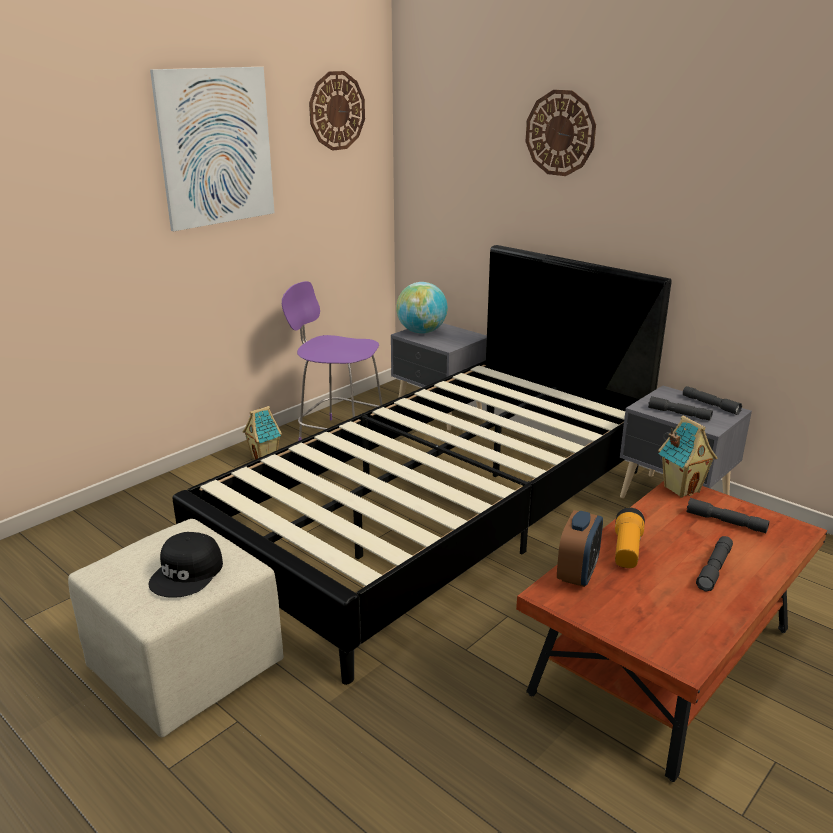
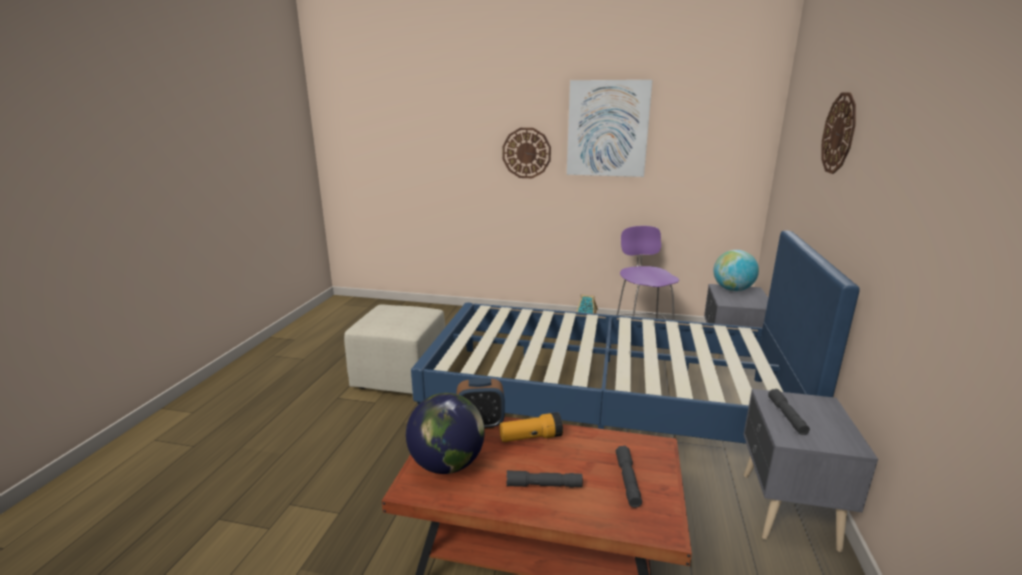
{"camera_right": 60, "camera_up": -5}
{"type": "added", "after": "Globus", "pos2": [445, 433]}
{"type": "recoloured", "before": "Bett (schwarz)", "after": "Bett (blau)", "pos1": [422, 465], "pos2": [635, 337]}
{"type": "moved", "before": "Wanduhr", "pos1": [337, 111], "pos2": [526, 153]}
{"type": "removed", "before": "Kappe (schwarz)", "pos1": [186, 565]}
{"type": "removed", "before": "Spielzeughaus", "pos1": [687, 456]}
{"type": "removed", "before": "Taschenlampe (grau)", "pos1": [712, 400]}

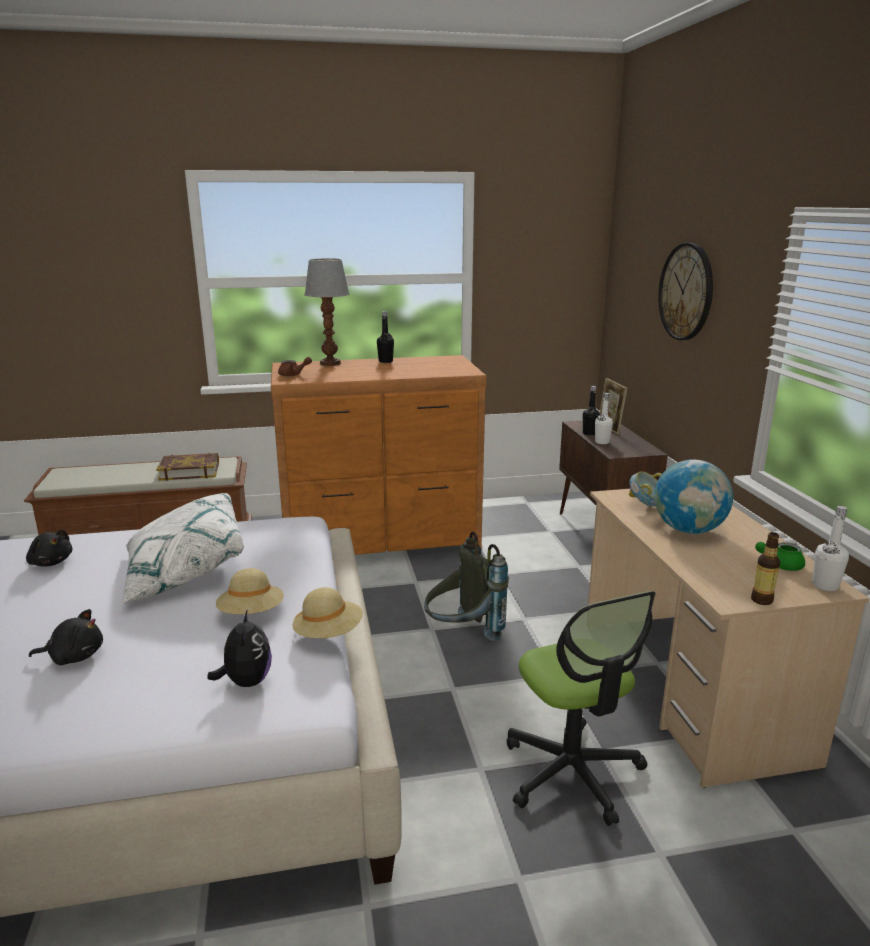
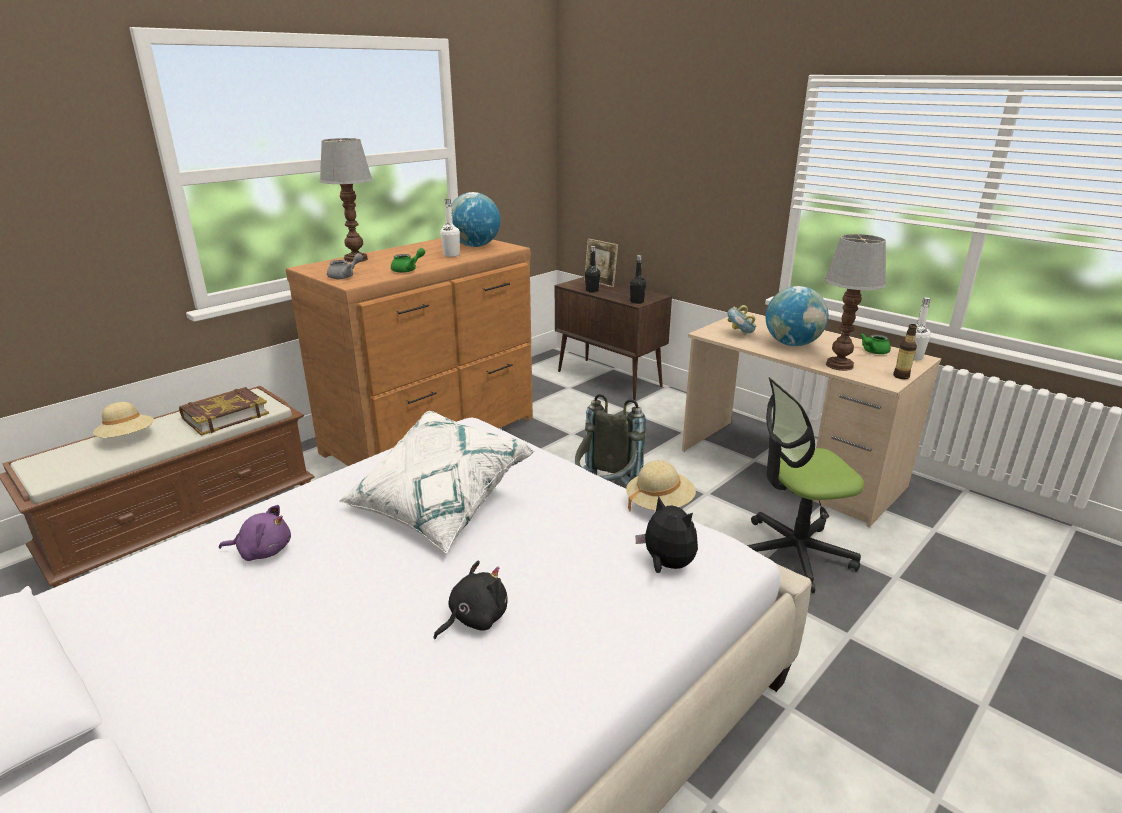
{"camera_right": -35, "camera_up": 5}
{"type": "moved", "before": "Hut (beige)", "pos1": [250, 591], "pos2": [123, 420]}
{"type": "recoloured", "before": "Plüschtier (schwarz)", "after": "Plüschtier (lila)", "pos1": [49, 548], "pos2": [255, 533]}
{"type": "recoloured", "before": "Teekanne (braun)", "after": "Teekanne (grau)", "pos1": [295, 366], "pos2": [345, 266]}
{"type": "added", "after": "Teekanne (grün)", "pos2": [408, 260]}
{"type": "moved", "before": "Flasche (weiß)", "pos1": [604, 418], "pos2": [450, 227]}
{"type": "added", "after": "Globus", "pos2": [475, 219]}
{"type": "moved", "before": "Flasche (schwarz)", "pos1": [385, 337], "pos2": [638, 279]}
{"type": "turned", "before": "Bürostuhl", "pos1": [581, 708], "pos2": [805, 485], "turn": 135}
{"type": "added", "after": "Tischlampe", "pos2": [855, 302]}
{"type": "removed", "before": "Wanduhr", "pos1": [685, 291]}

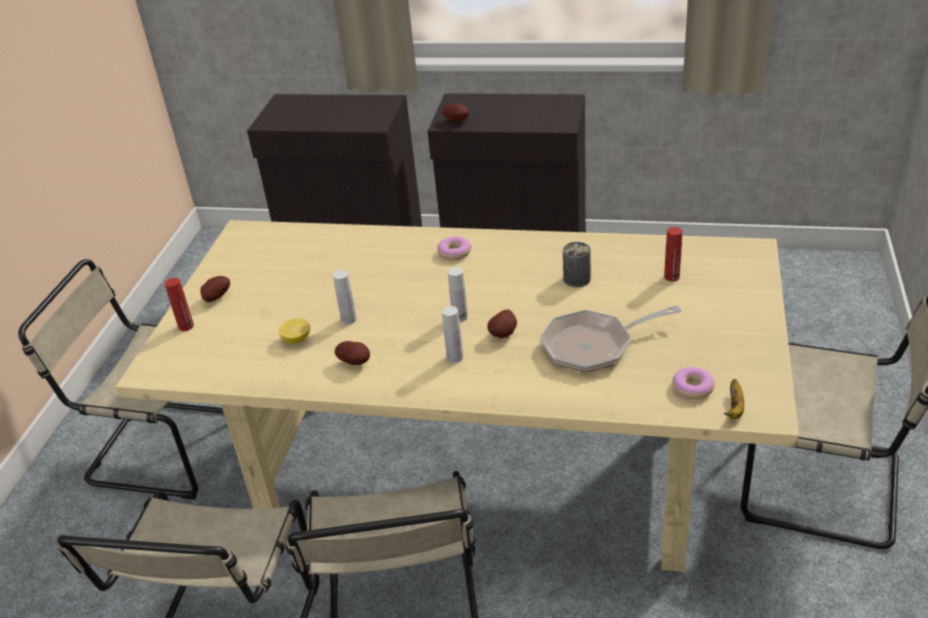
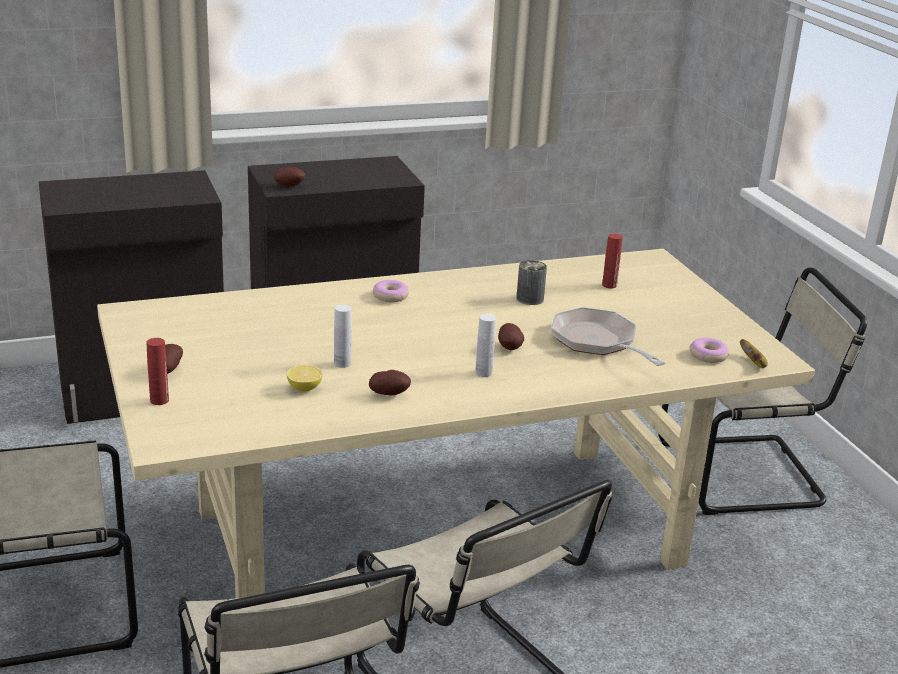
{"camera_right": -35, "camera_up": -10}
{"type": "turned", "before": "Pfanne", "pos1": [611, 338], "pos2": [608, 336], "turn": 105}
{"type": "removed", "before": "Flasche (weiß)", "pos1": [458, 294]}

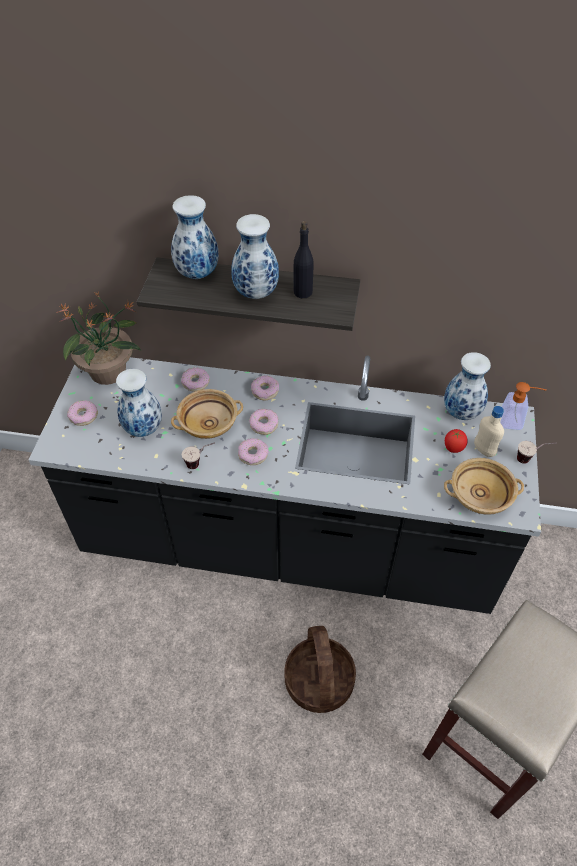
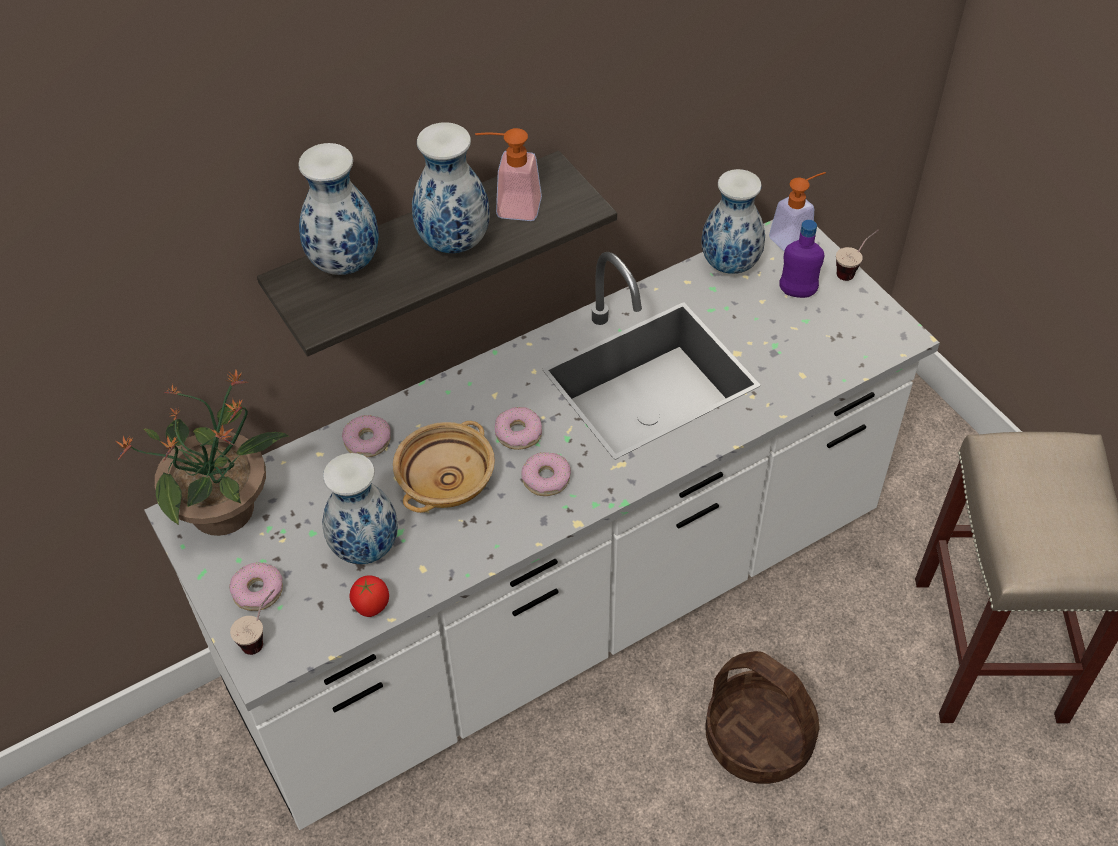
{"camera_right": -40, "camera_up": 0}
{"type": "recoloured", "before": "Küchenzeile (schwarz)", "after": "Küchenzeile (weiß)", "pos1": [285, 485], "pos2": [542, 525]}
{"type": "moved", "before": "Tasse", "pos1": [198, 456], "pos2": [252, 622]}
{"type": "moved", "before": "Tomate", "pos1": [456, 441], "pos2": [369, 596]}
{"type": "replaced", "before": "Flasche (schwarz)", "after": "Seifenspender", "pos1": [303, 260], "pos2": [508, 174]}
{"type": "recoloured", "before": "Flasche (beige)", "after": "Flasche (lila)", "pos1": [489, 431], "pos2": [801, 259]}
{"type": "removed", "before": "Donut", "pos1": [265, 387]}
{"type": "removed", "before": "Schüssel (beige)", "pos1": [484, 486]}

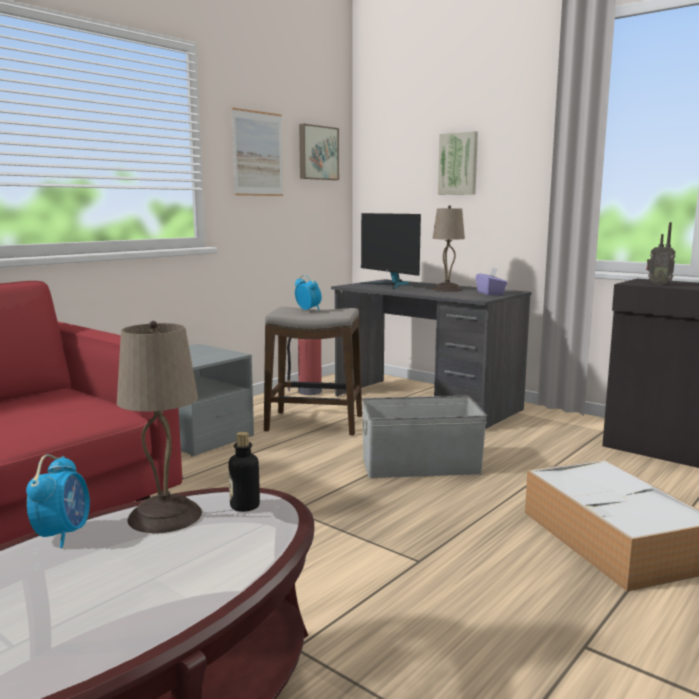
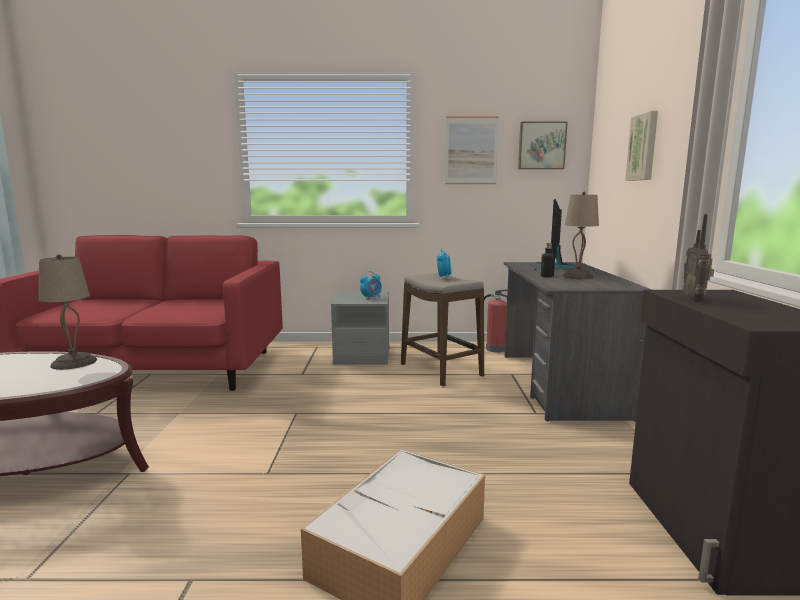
{"camera_right": 50, "camera_up": 0}
{"type": "moved", "before": "Wecker", "pos1": [58, 501], "pos2": [371, 285]}
{"type": "moved", "before": "Flasche", "pos1": [244, 472], "pos2": [548, 260]}
{"type": "removed", "before": "Aufbewahrungsbox (grau)", "pos1": [424, 437]}
{"type": "removed", "before": "Taschentuchbox (lila)", "pos1": [491, 281]}

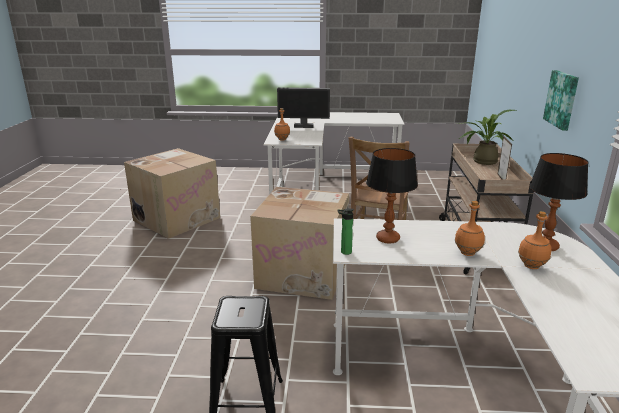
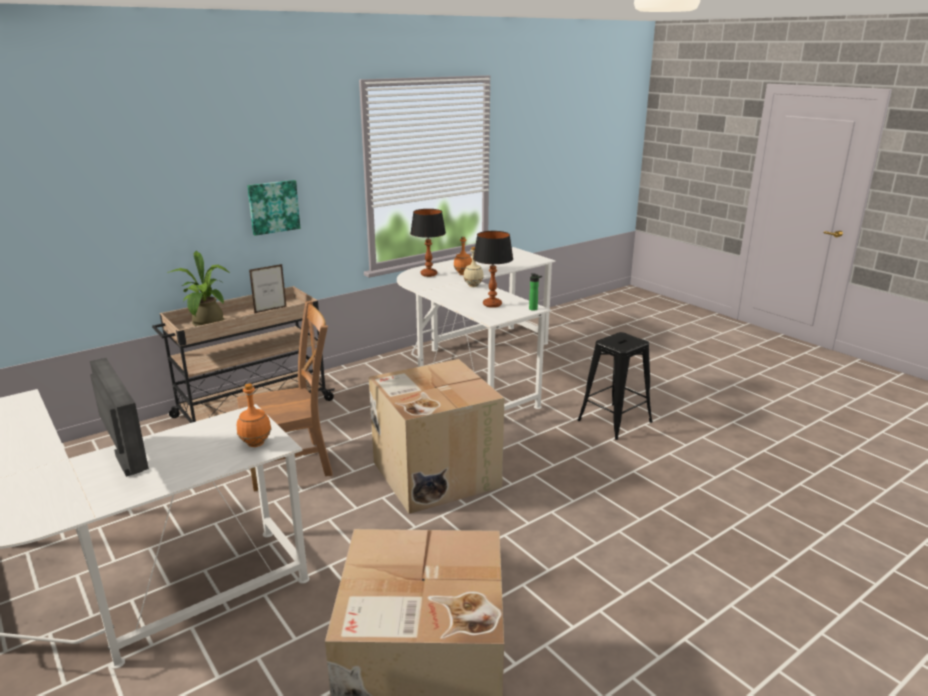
{"camera_right": -130, "camera_up": 0}
{"type": "recoloured", "before": "Flasche (orange)", "after": "Flasche (beige)", "pos1": [470, 228], "pos2": [474, 267]}

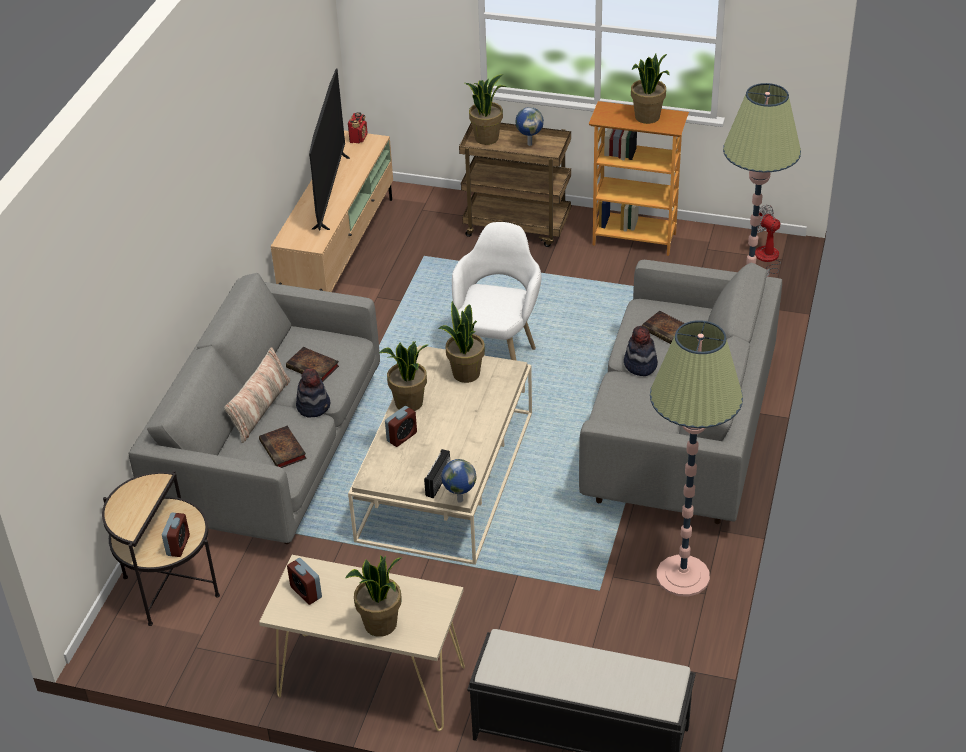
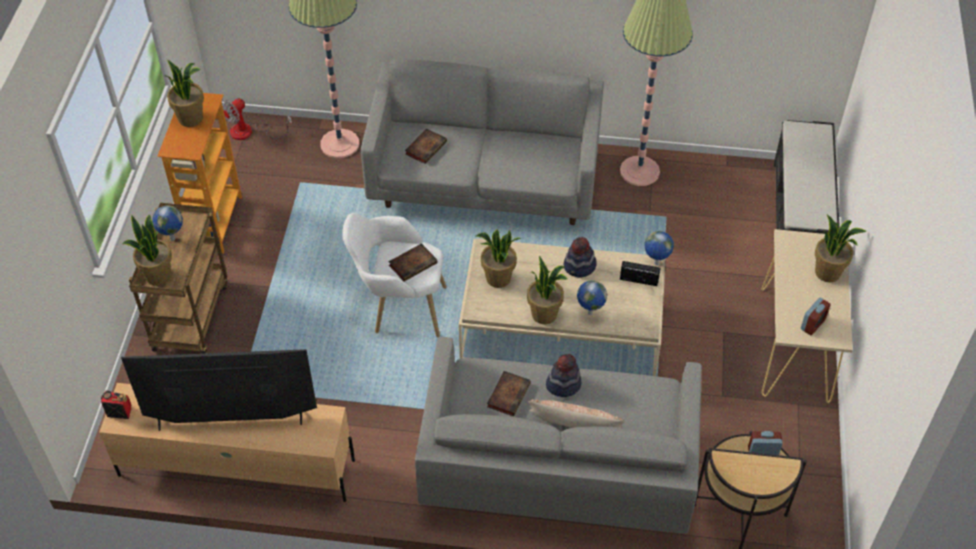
{"camera_right": -100, "camera_up": 10}
{"type": "moved", "before": "Buch", "pos1": [283, 447], "pos2": [413, 262]}
{"type": "moved", "before": "Hut", "pos1": [641, 351], "pos2": [580, 257]}
{"type": "replaced", "before": "Wecker", "after": "Globus", "pos1": [401, 426], "pos2": [592, 297]}

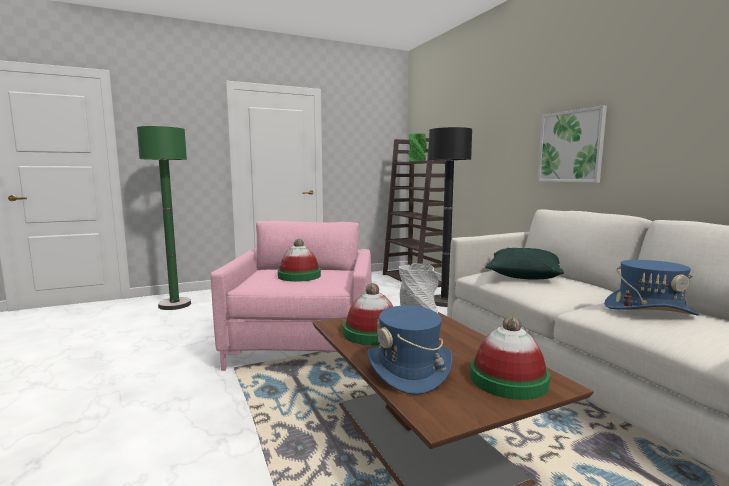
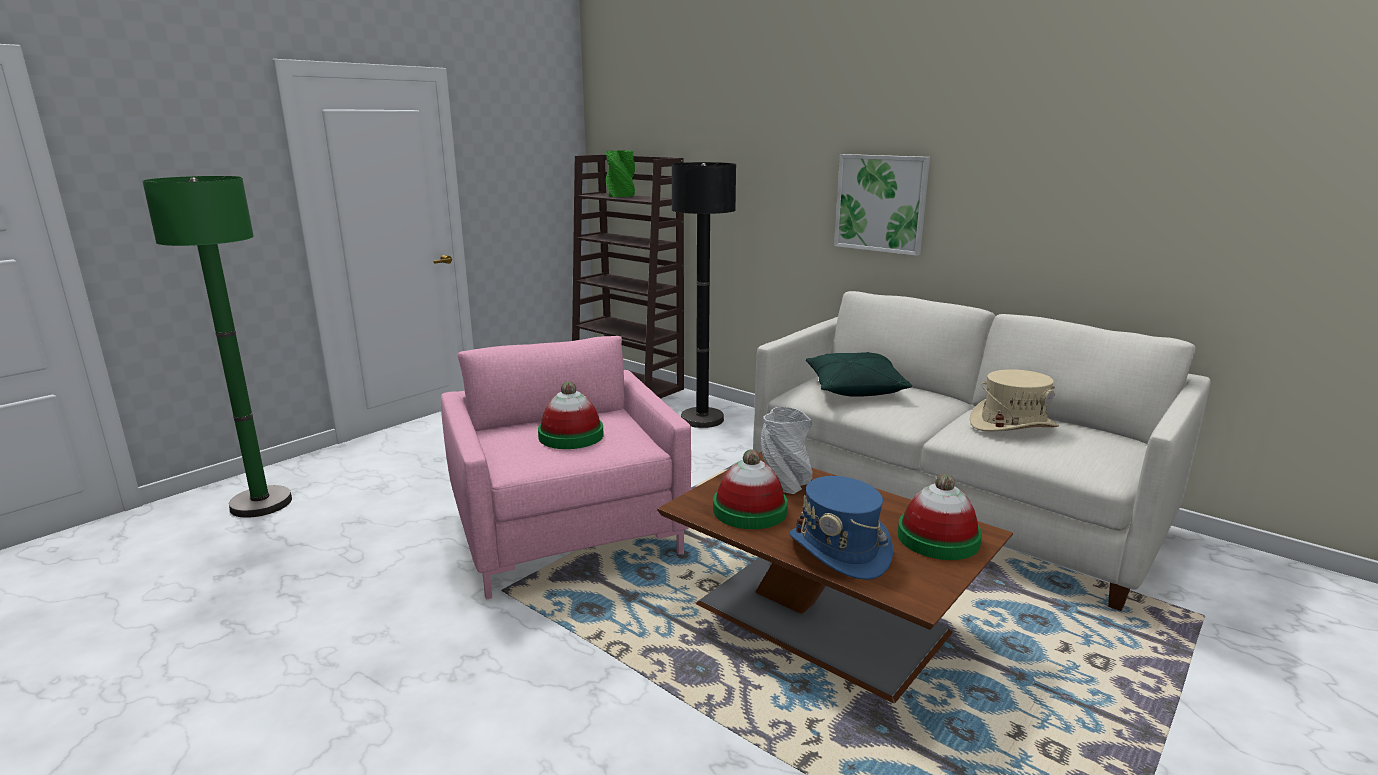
{"camera_right": -25, "camera_up": 10}
{"type": "recoloured", "before": "Hut (blau)", "after": "Hut (beige)", "pos1": [651, 288], "pos2": [1014, 401]}

